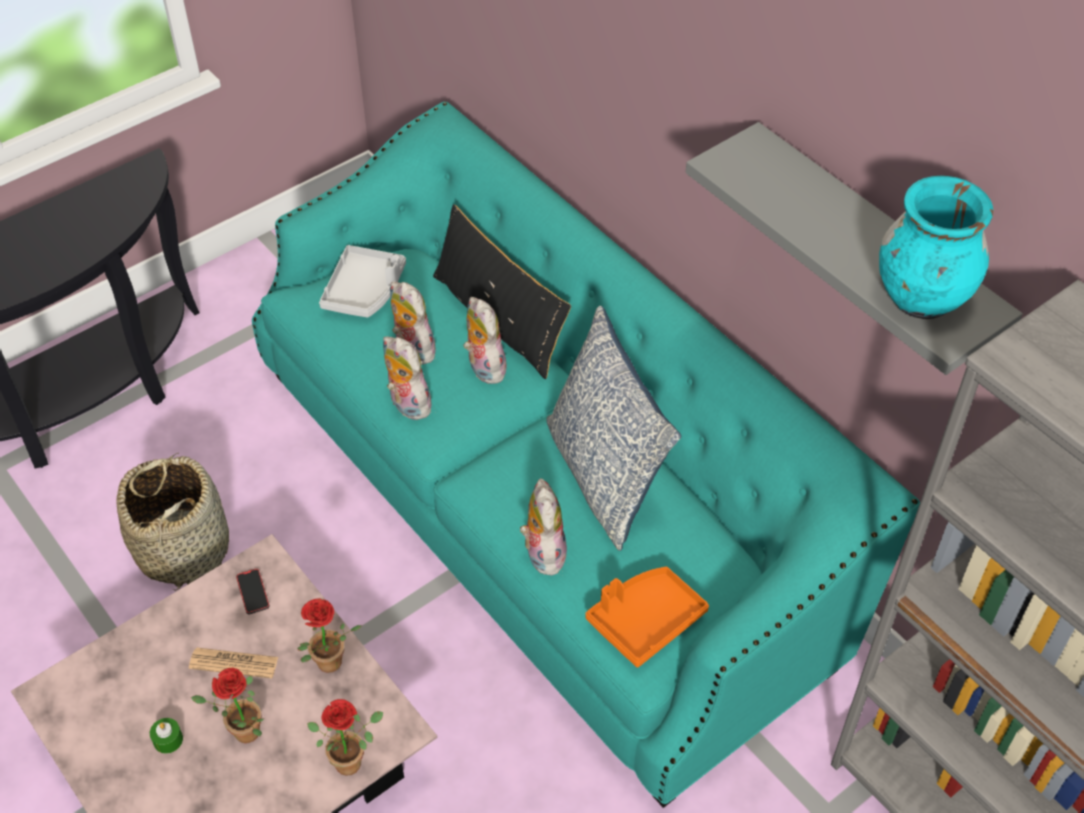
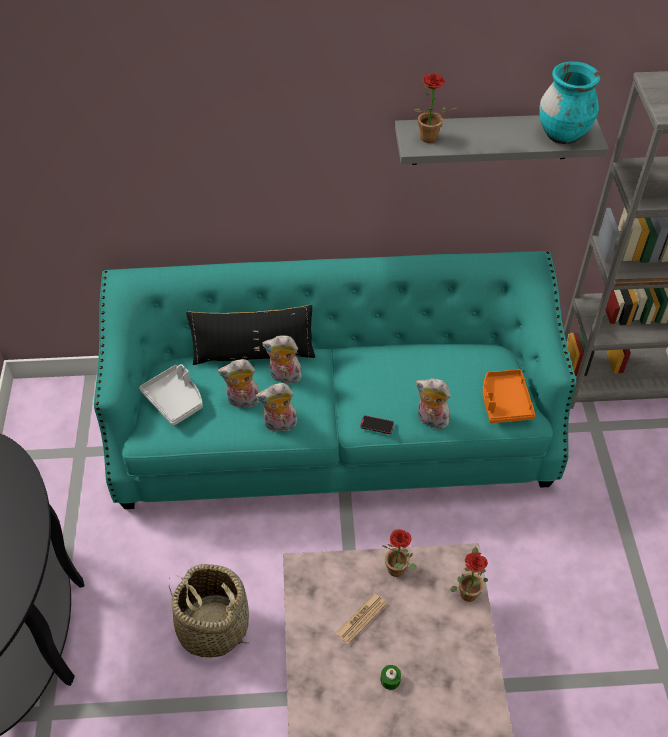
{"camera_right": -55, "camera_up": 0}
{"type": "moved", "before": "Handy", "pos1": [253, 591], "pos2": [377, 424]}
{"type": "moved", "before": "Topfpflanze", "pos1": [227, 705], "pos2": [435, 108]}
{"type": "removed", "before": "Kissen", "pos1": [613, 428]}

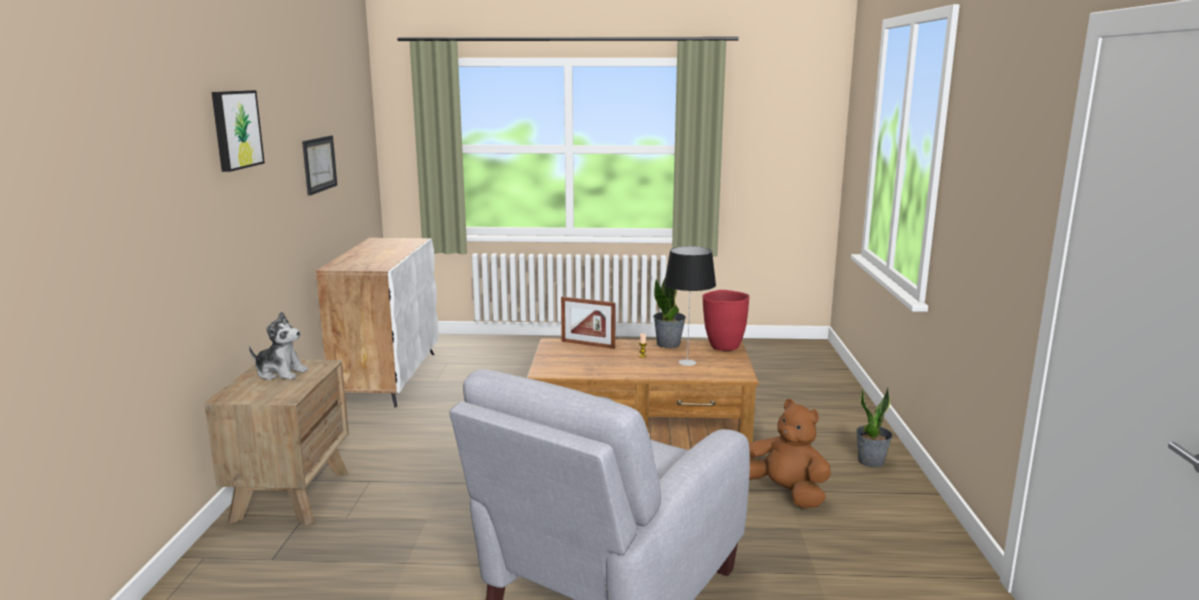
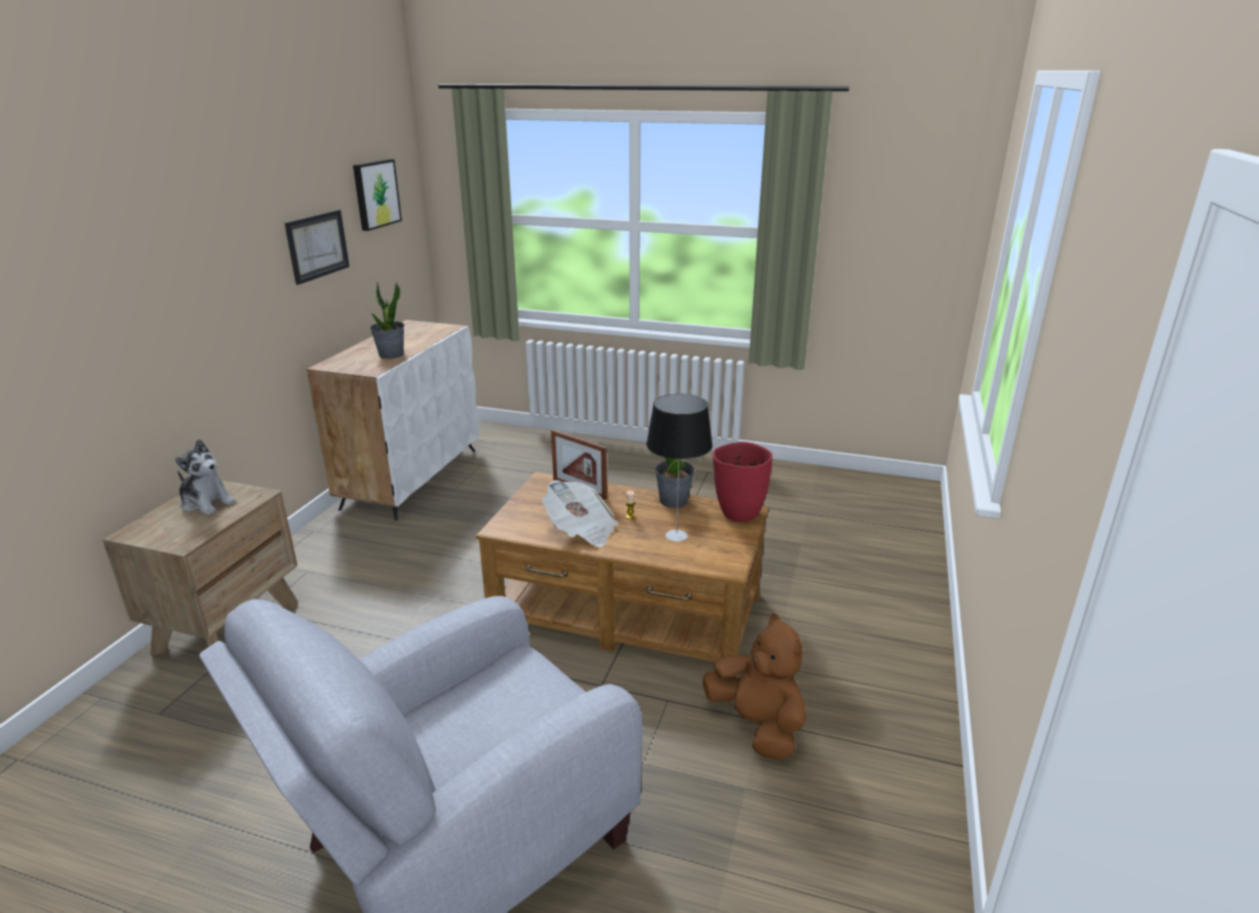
{"camera_right": 15, "camera_up": 10}
{"type": "moved", "before": "Bild", "pos1": [238, 131], "pos2": [377, 195]}
{"type": "moved", "before": "Topfpflanze", "pos1": [874, 427], "pos2": [387, 320]}
{"type": "added", "after": "Zeitung", "pos2": [580, 513]}

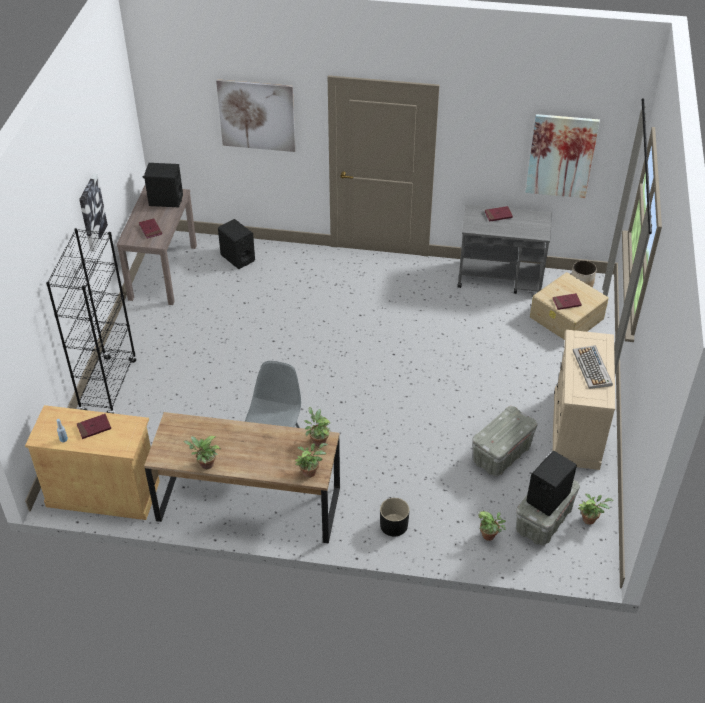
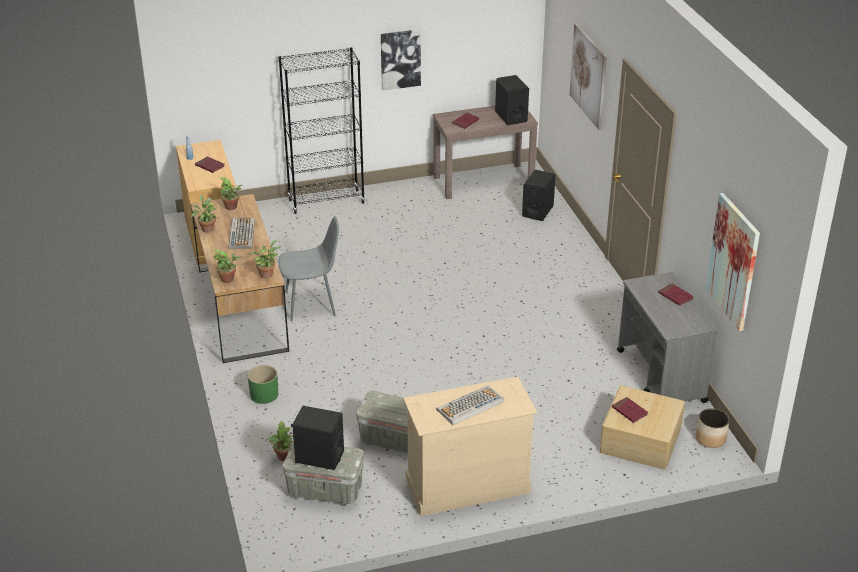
{"camera_right": 65, "camera_up": -10}
{"type": "moved", "before": "Topfpflanze", "pos1": [596, 509], "pos2": [230, 193]}
{"type": "added", "after": "Tastatur", "pos2": [241, 233]}
{"type": "recoloured", "before": "Pflanzkübel (schwarz)", "after": "Pflanzkübel (grün)", "pos1": [394, 517], "pos2": [263, 384]}

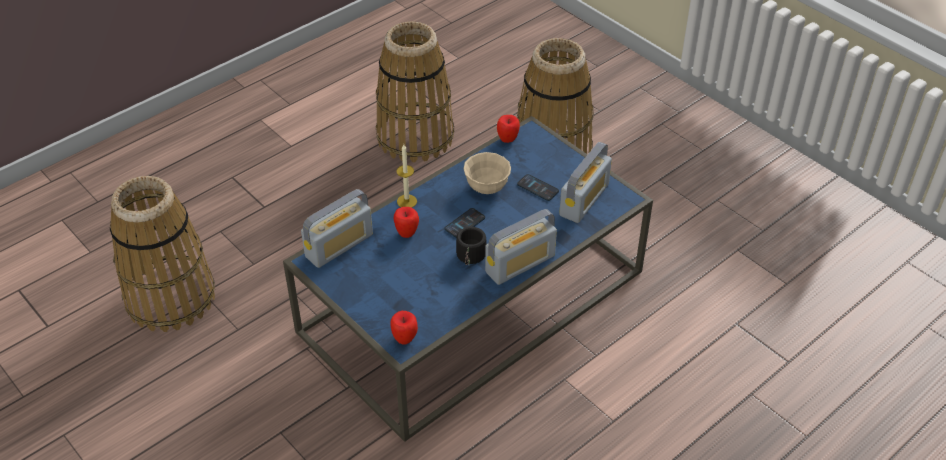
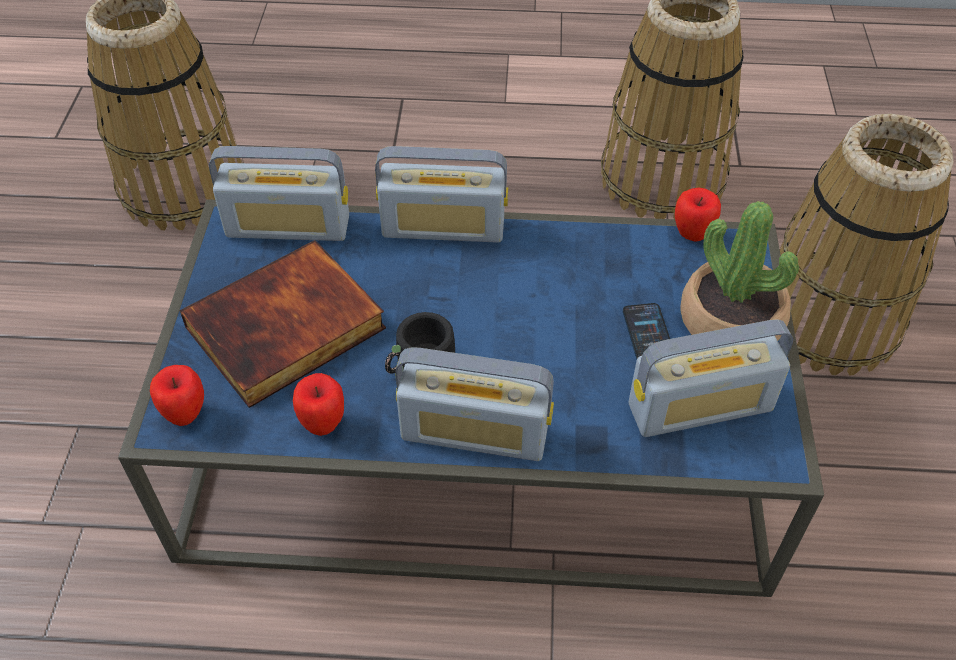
{"camera_right": 45, "camera_up": 5}
{"type": "added", "after": "Buch", "pos2": [283, 324]}
{"type": "moved", "before": "Apfel", "pos1": [406, 222], "pos2": [318, 404]}
{"type": "replaced", "before": "Kerze", "after": "Radio", "pos1": [406, 175], "pos2": [441, 194]}
{"type": "added", "after": "Topfpflanze", "pos2": [739, 271]}
{"type": "removed", "before": "Handy", "pos1": [465, 223]}
{"type": "removed", "before": "Schüssel (beige)", "pos1": [487, 173]}

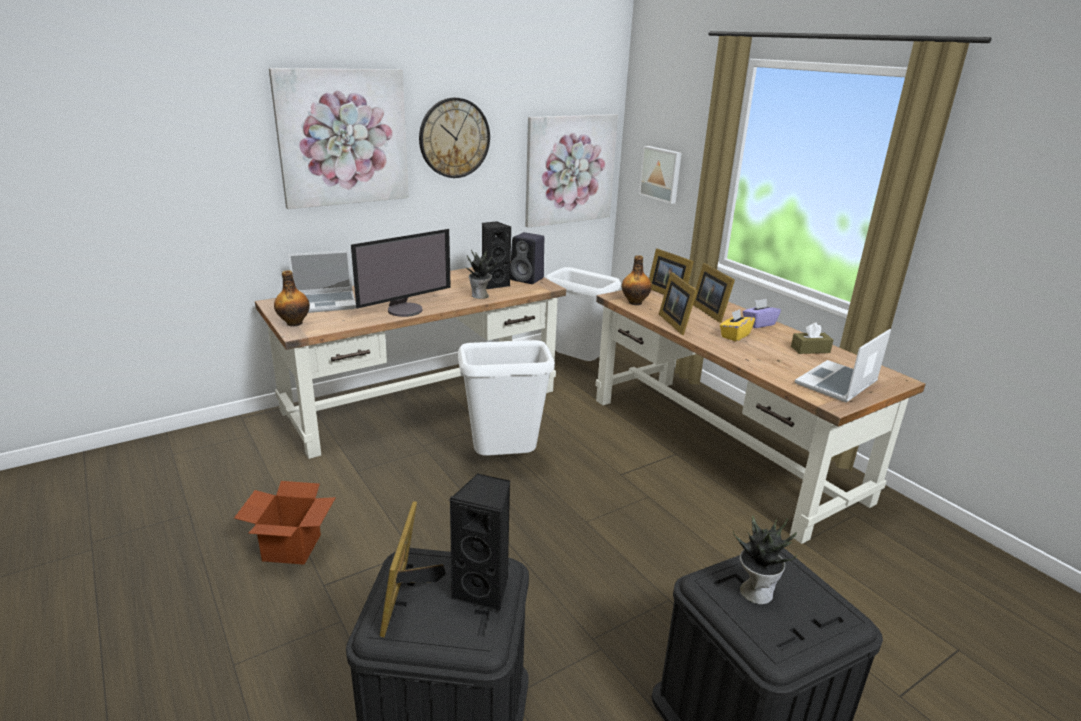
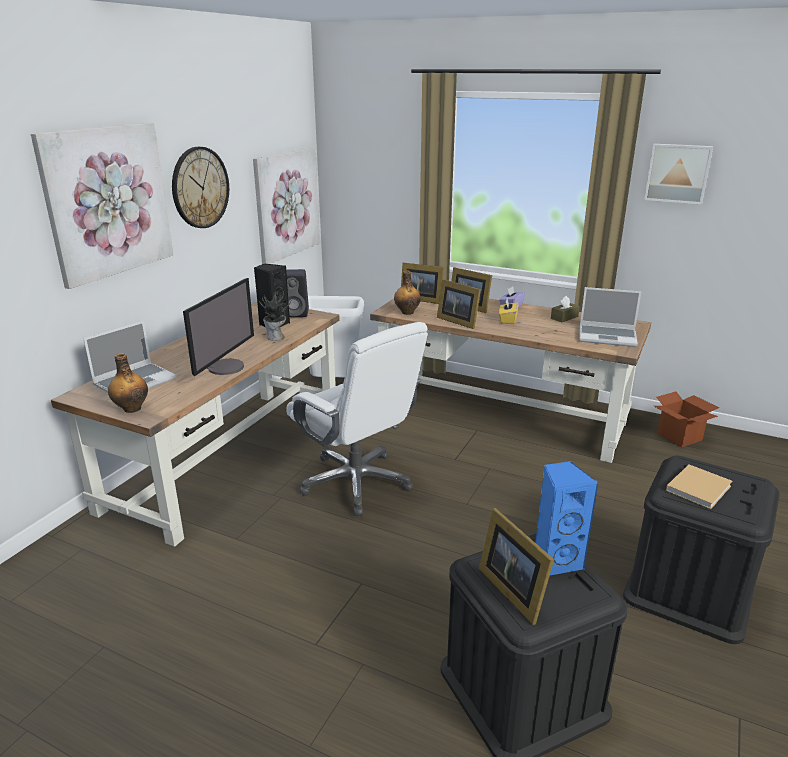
{"camera_right": -30, "camera_up": 0}
{"type": "replaced", "before": "Mülleimer (weiß)", "after": "Bürostuhl (weiß)", "pos1": [506, 398], "pos2": [357, 419]}
{"type": "recoloured", "before": "Lautsprecher (schwarz)", "after": "Lautsprecher (blau)", "pos1": [479, 543], "pos2": [566, 518]}
{"type": "turned", "before": "Laptop", "pos1": [843, 366], "pos2": [610, 317], "turn": -90}
{"type": "moved", "before": "Bild", "pos1": [660, 175], "pos2": [678, 174]}
{"type": "moved", "before": "Karton", "pos1": [285, 523], "pos2": [686, 419]}
{"type": "replaced", "before": "Topfpflanze", "after": "Buch (beige)", "pos1": [765, 560], "pos2": [699, 486]}

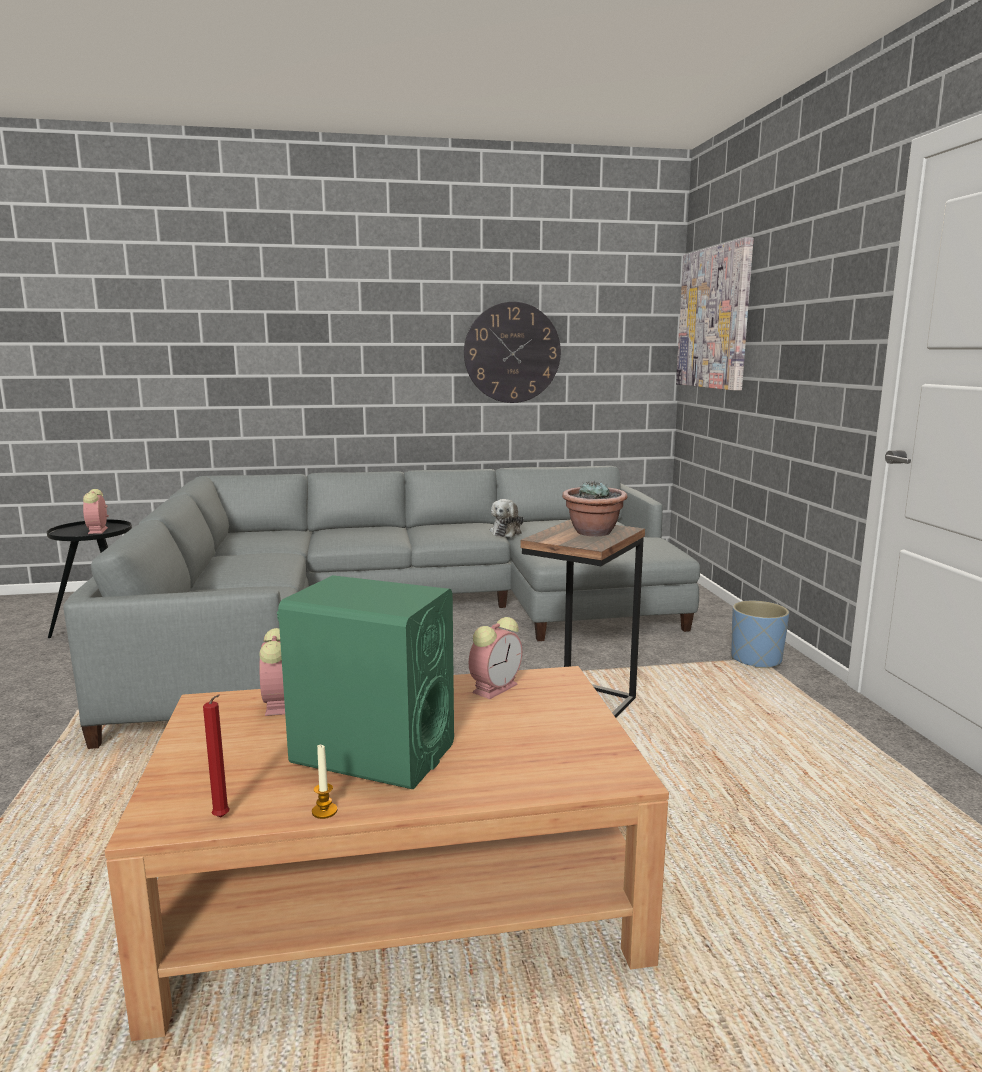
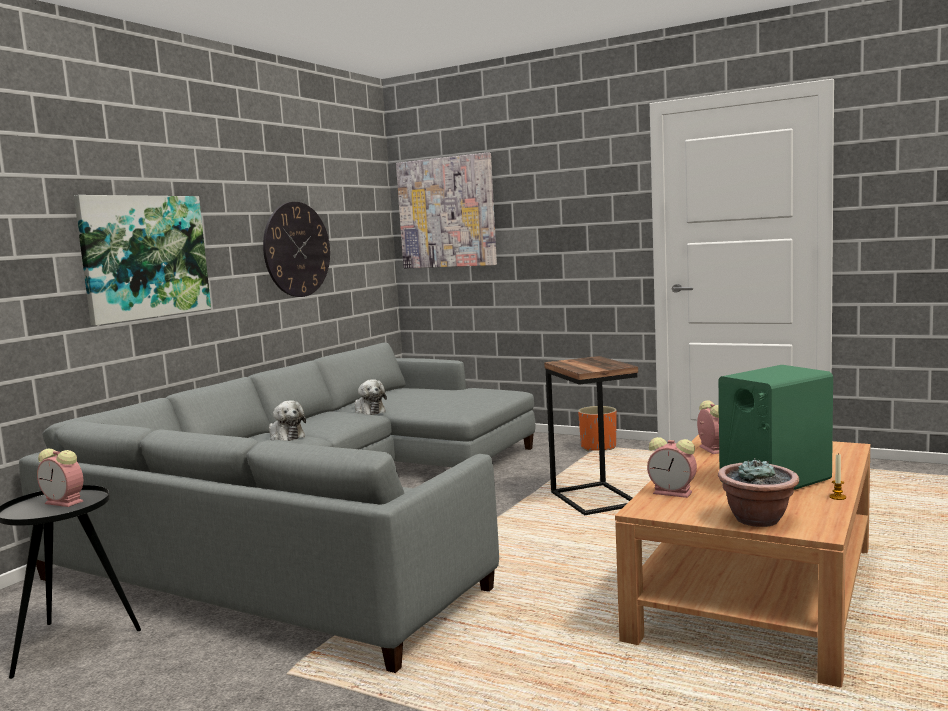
{"camera_right": -50, "camera_up": -5}
{"type": "added", "after": "Bild", "pos2": [142, 260]}
{"type": "added", "after": "Plüschtier", "pos2": [287, 420]}
{"type": "recoloured", "before": "Pflanzkübel (blau)", "after": "Pflanzkübel (orange)", "pos1": [760, 634], "pos2": [597, 429]}
{"type": "moved", "before": "Topfpflanze", "pos1": [595, 508], "pos2": [758, 492]}
{"type": "removed", "before": "Kerze (rot)", "pos1": [216, 755]}

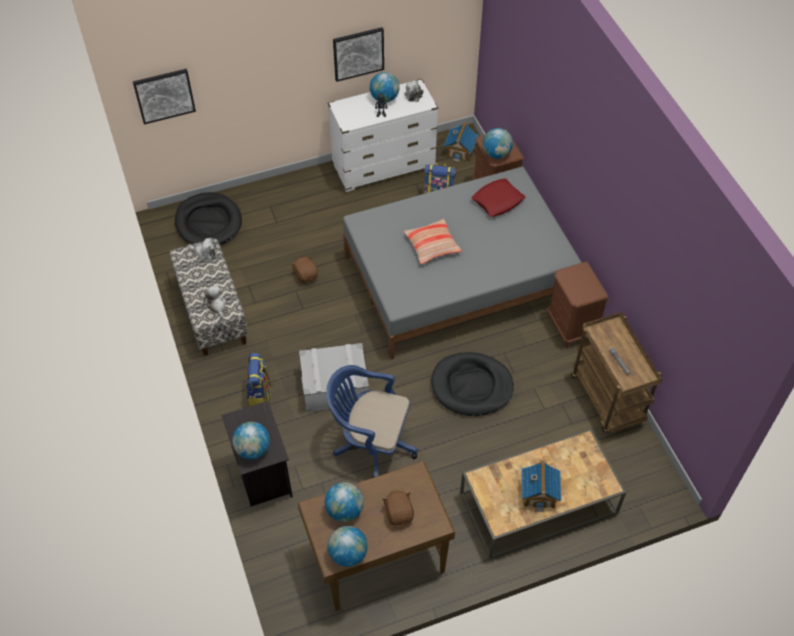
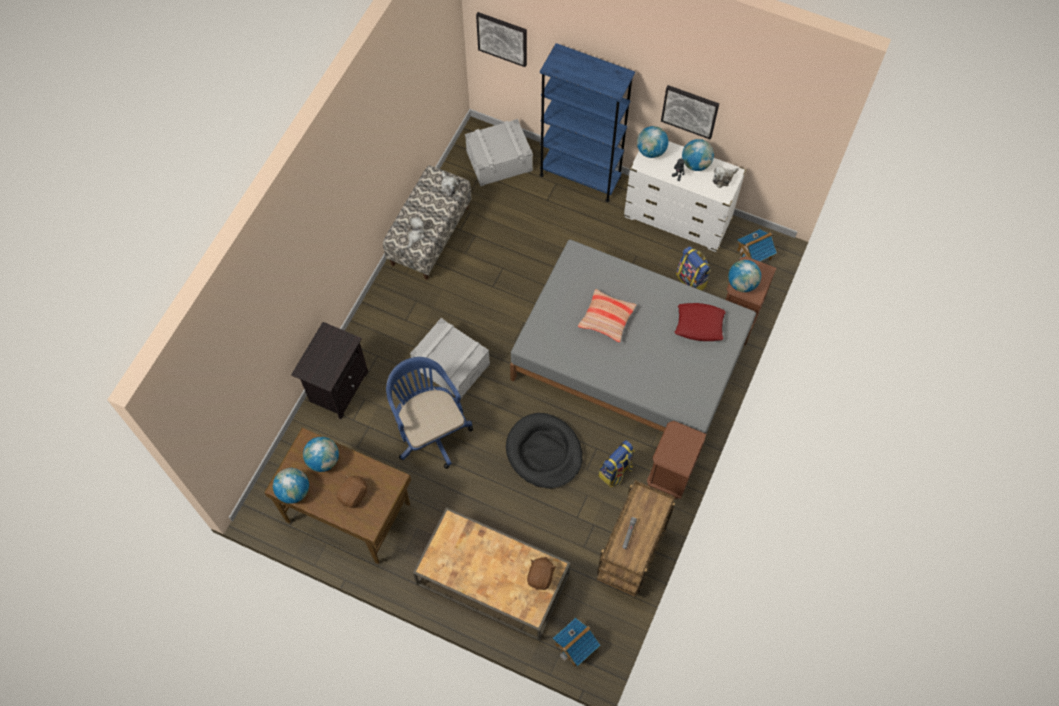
{"camera_right": 45, "camera_up": 10}
{"type": "replaced", "before": "Hundebett (schwarz)", "after": "Aufbewahrungsbox (grau)", "pos1": [208, 218], "pos2": [499, 152]}
{"type": "moved", "before": "Plüschtier (braun)", "pos1": [304, 270], "pos2": [541, 573]}
{"type": "added", "after": "Bücherregal (blau)", "pos2": [587, 122]}
{"type": "moved", "before": "Spielzeughaus", "pos1": [541, 486], "pos2": [576, 642]}
{"type": "moved", "before": "Rucksack", "pos1": [259, 379], "pos2": [616, 463]}
{"type": "moved", "before": "Globus", "pos1": [251, 440], "pos2": [652, 142]}

